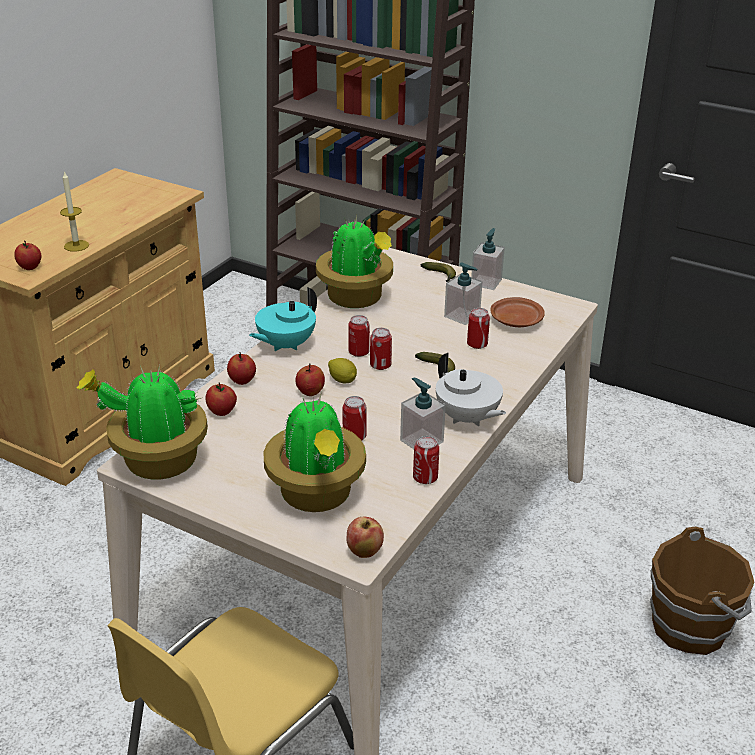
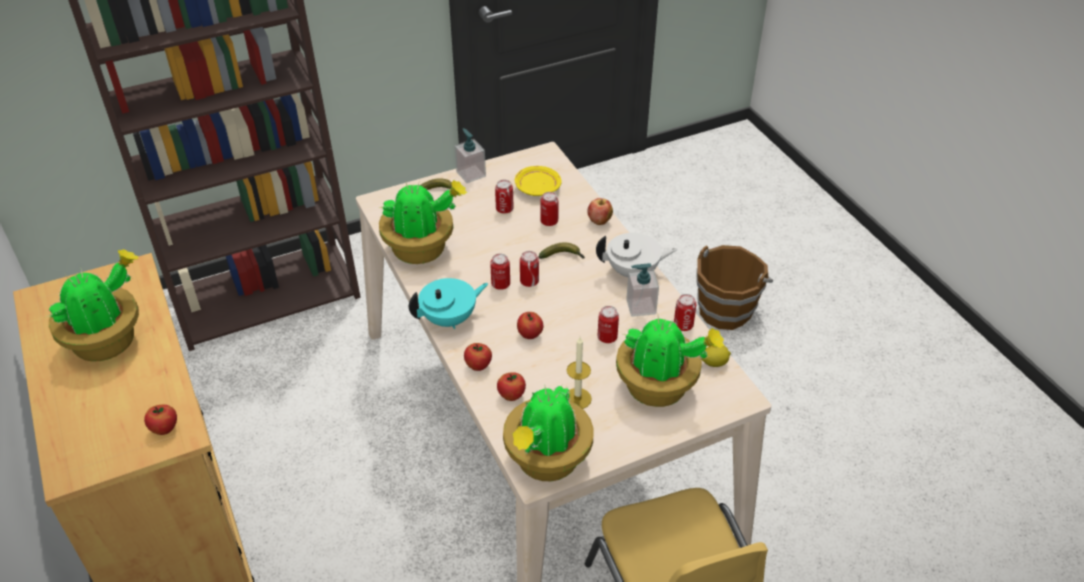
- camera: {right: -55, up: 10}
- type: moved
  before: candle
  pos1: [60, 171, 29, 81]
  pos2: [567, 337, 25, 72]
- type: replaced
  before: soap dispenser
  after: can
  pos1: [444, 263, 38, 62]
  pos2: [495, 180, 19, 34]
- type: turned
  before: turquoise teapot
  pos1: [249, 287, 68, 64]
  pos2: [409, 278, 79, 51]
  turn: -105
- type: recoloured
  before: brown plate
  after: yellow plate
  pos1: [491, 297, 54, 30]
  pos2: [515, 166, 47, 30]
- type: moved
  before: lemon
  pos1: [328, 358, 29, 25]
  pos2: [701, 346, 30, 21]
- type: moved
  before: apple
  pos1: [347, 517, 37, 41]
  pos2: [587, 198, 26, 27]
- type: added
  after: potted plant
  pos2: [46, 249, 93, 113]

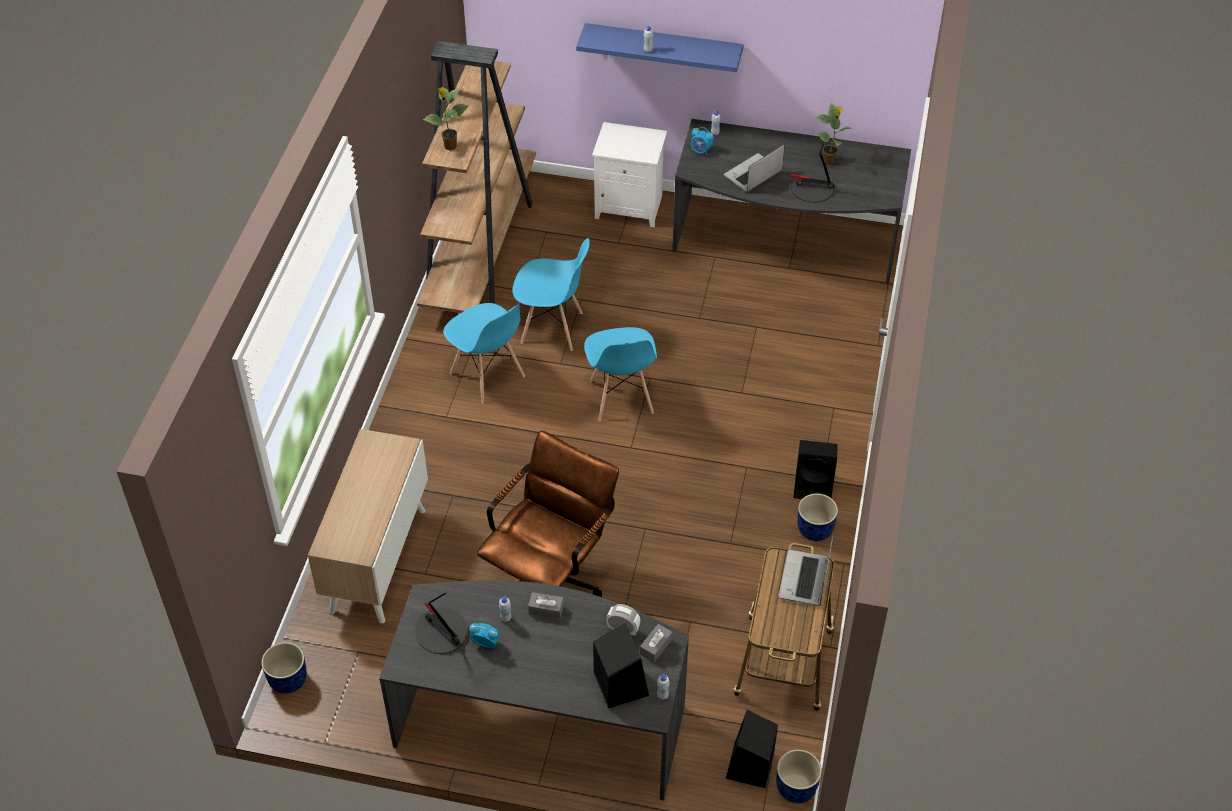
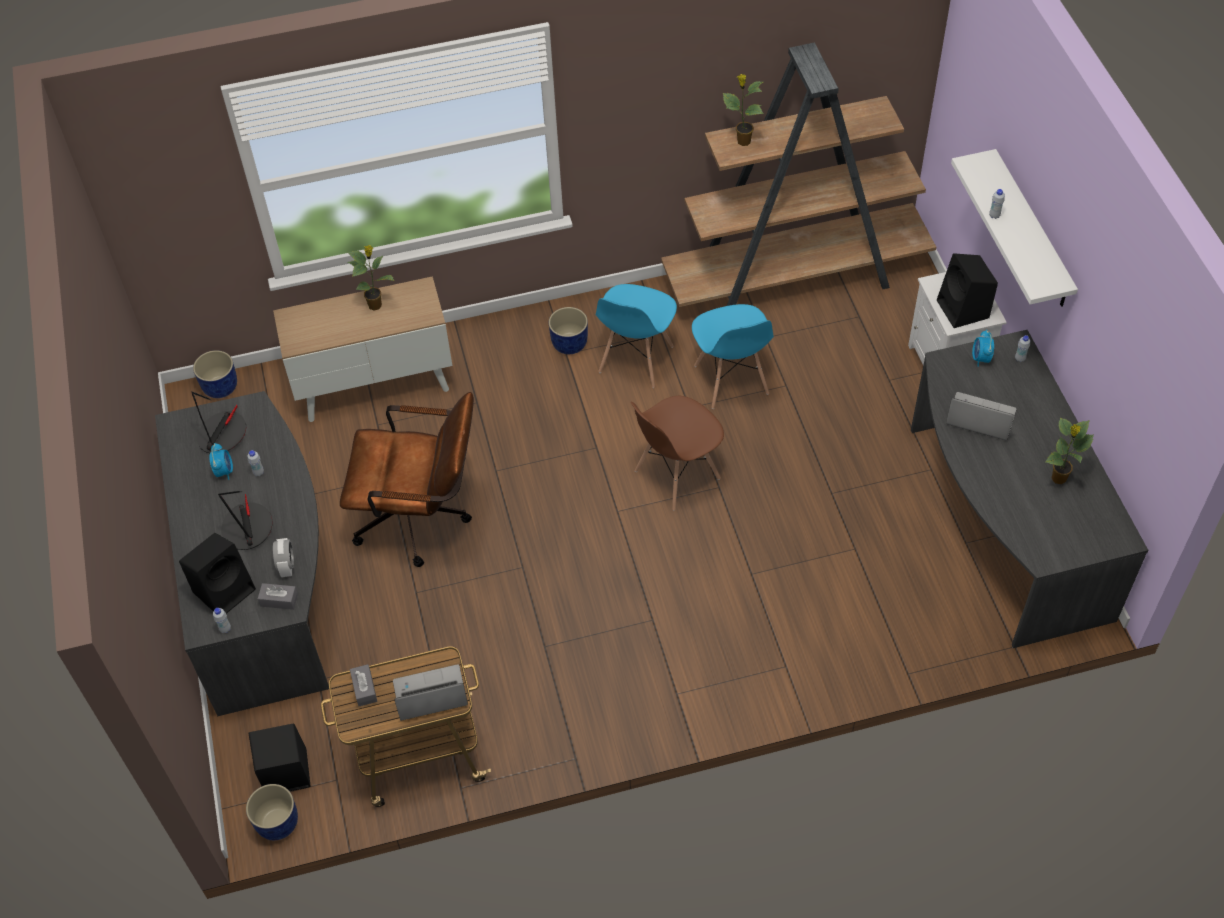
- camera: {right: 65, up: 5}
- type: recoloured
  before: blue shelf
  after: white shelf
  pos1: [576, 23, 168, 49]
  pos2: [951, 149, 127, 158]
- type: moved
  before: table lamp
  pos1: [791, 144, 44, 59]
  pos2: [218, 491, 54, 59]
- type: recoloured
  before: blue chair
  after: brown chair
  pos1: [584, 327, 73, 95]
  pos2: [631, 396, 93, 114]
- type: moved
  before: black speaker
  pos1: [794, 440, 44, 59]
  pos2: [937, 253, 61, 75]
- type: moved
  before: blue planter
  pos1: [797, 493, 41, 48]
  pos2: [549, 307, 39, 47]
- type: moved
  before: grey tissue box
  pos1: [528, 592, 36, 27]
  pos2: [350, 664, 27, 42]
- type: added
  after: potted plant
  pos2: [347, 245, 47, 66]

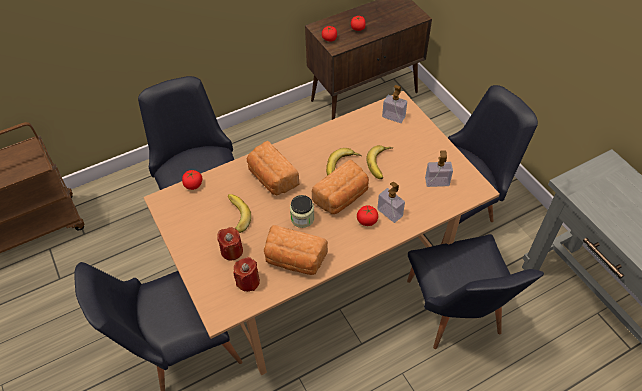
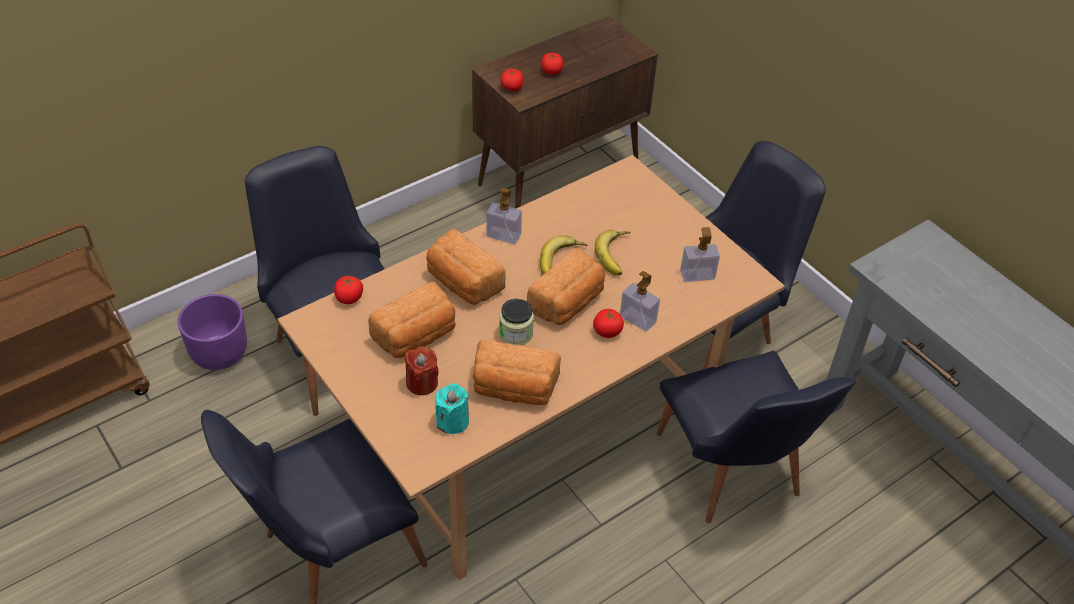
- camera: {right: -10, up: -5}
- type: moved
  before: soap dispenser
  pos1: [382, 85, 25, 38]
  pos2: [486, 188, 36, 56]
- type: replaced
  before: banana
  after: bread
  pos1: [228, 194, 23, 39]
  pos2: [368, 281, 88, 77]
- type: recoloured
  before: red candle
  after: turquoise candle
  pos1: [233, 257, 27, 35]
  pos2: [435, 383, 34, 51]
- type: added
  after: purple planter
  pos2: [178, 294, 69, 76]

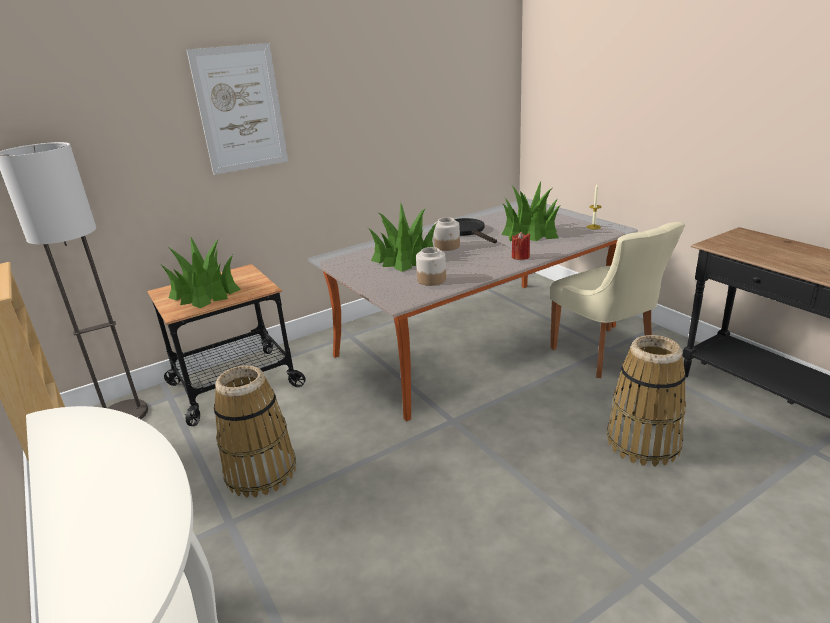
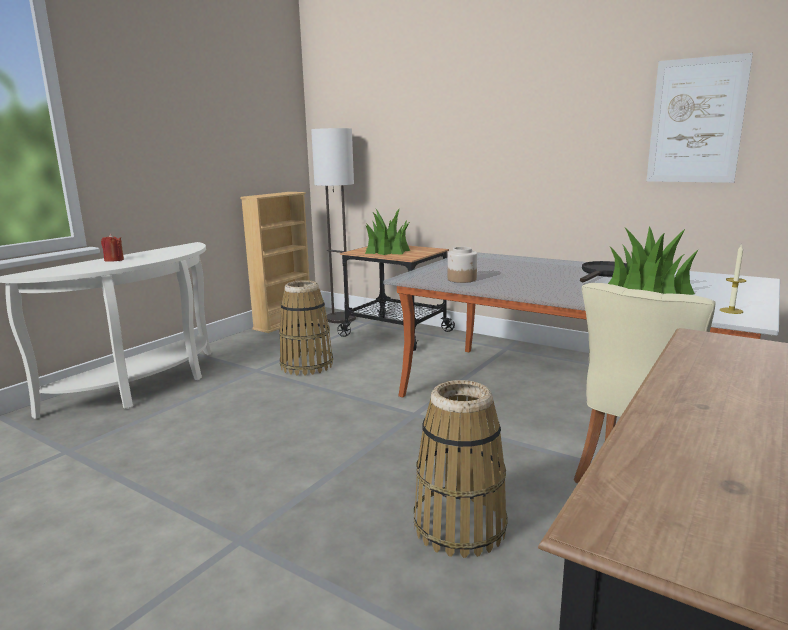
- camera: {right: 65, up: -10}
- type: moved
  before: picture
  pos1: [187, 43, 101, 132]
  pos2: [646, 53, 107, 130]
- type: removed
  before: potted plant
  pos1: [368, 203, 69, 69]
- type: removed
  before: jar
  pos1: [434, 217, 26, 34]
- type: moved
  before: red candle
  pos1: [512, 232, 18, 28]
  pos2: [101, 234, 23, 28]

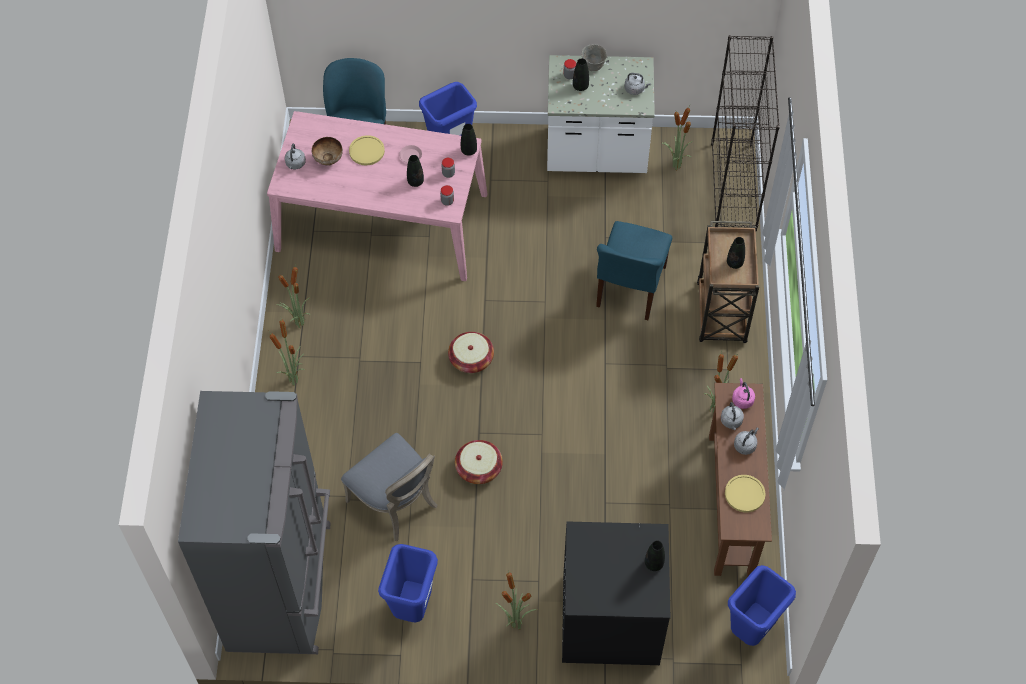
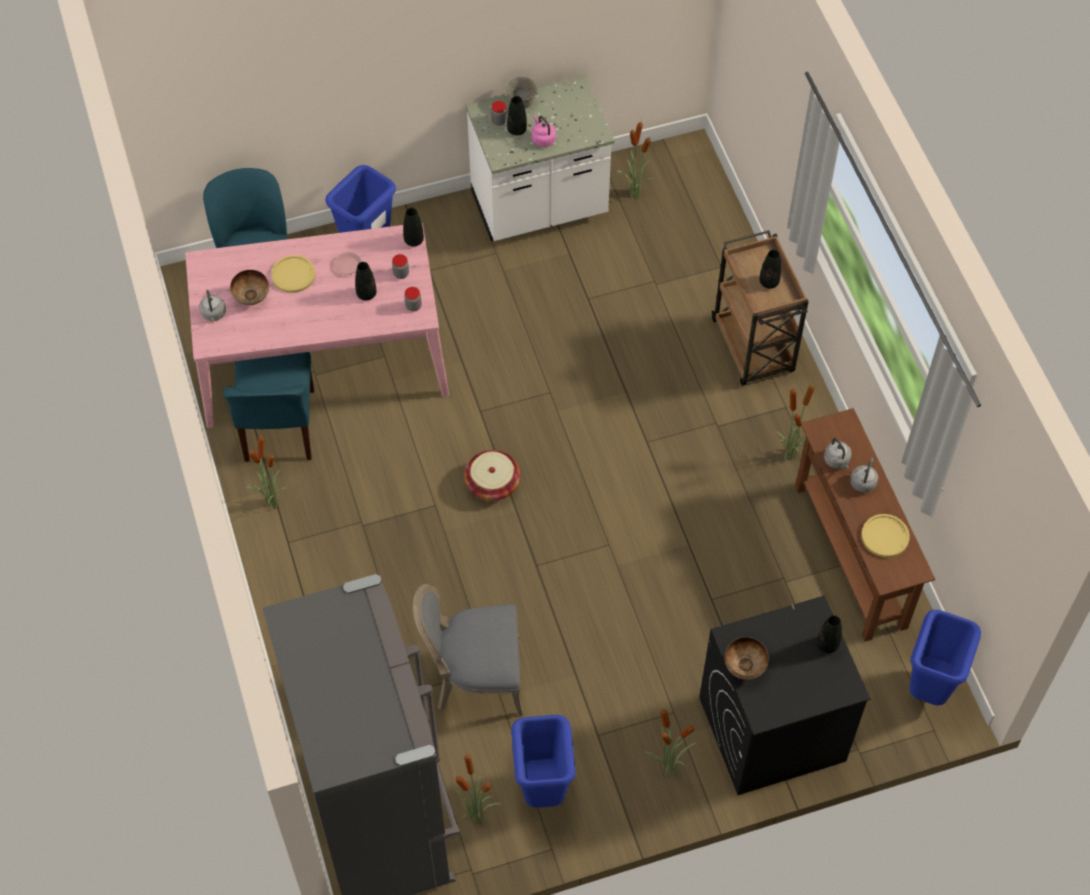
- camera: {right: -20, up: 0}
- type: removed
  before: black bookcase
  pos1: [711, 35, 69, 196]
- type: removed
  before: grey kettle
  pos1: [625, 73, 26, 22]
- type: moved
  before: blue chair
  pos1: [596, 221, 76, 99]
  pos2: [223, 352, 91, 110]
- type: moved
  before: potted plant
  pos1: [270, 319, 35, 67]
  pos2: [453, 752, 49, 72]
- type: moved
  before: pink kettle
  pos1: [732, 378, 23, 31]
  pos2: [531, 116, 25, 31]
- type: turned
  before: grey chair
  pos1: [341, 433, 97, 108]
  pos2: [413, 584, 110, 132]
  turn: 150
- type: removed
  before: basket
  pos1: [455, 440, 48, 44]
- type: added
  after: bowl
  pos2: [725, 637, 44, 43]

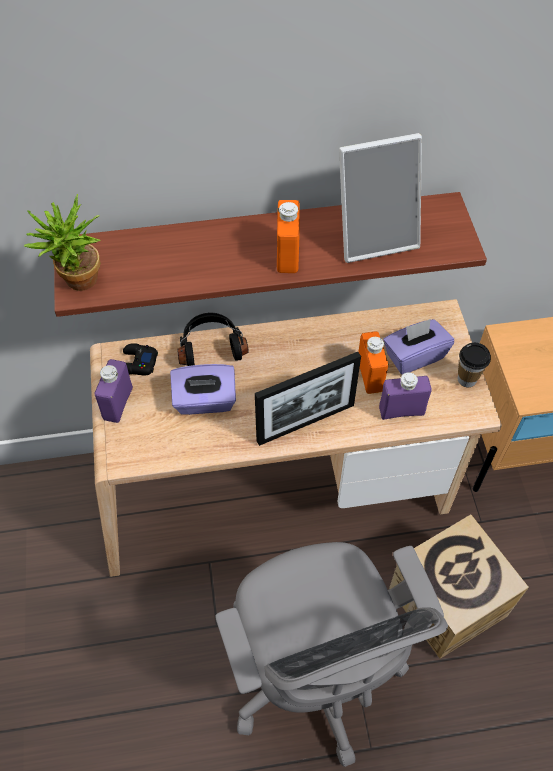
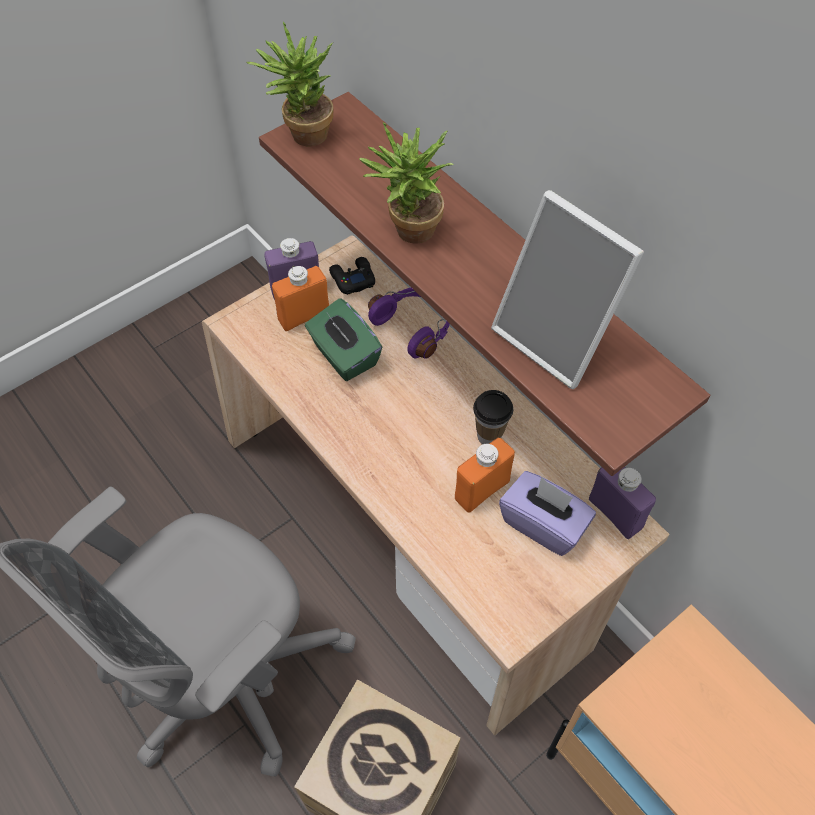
- camera: {right: 60, up: 0}
- type: moved
  before: orange bottle
  pos1: [277, 200, 23, 73]
  pos2: [272, 266, 57, 65]
- type: recoloured
  before: black headphones
  after: purple headphones
  pos1: [177, 312, 72, 54]
  pos2: [368, 288, 82, 71]
- type: moved
  before: cup
  pos1: [458, 343, 33, 44]
  pos2: [473, 390, 40, 54]
- type: removed
  before: picture frame
  pos1: [255, 352, 106, 94]
- type: recoloured
  before: purple tissue box
  after: green tissue box
  pos1: [170, 364, 66, 51]
  pos2: [305, 298, 77, 83]
- type: moved
  before: purple bottle
  pos1: [379, 372, 53, 48]
  pos2: [589, 467, 67, 72]
- type: added
  after: potted plant
  pos2: [359, 122, 94, 121]

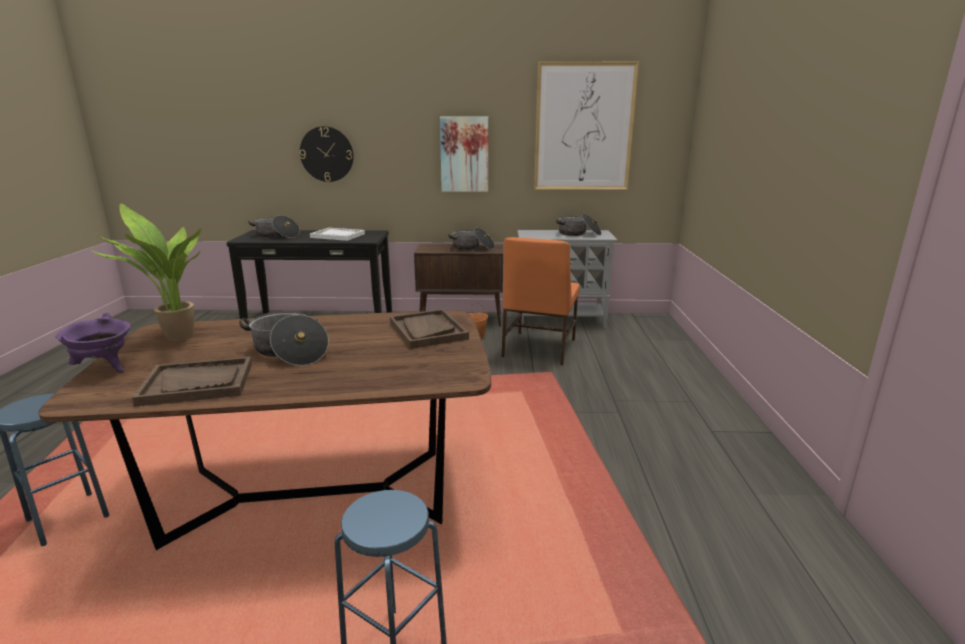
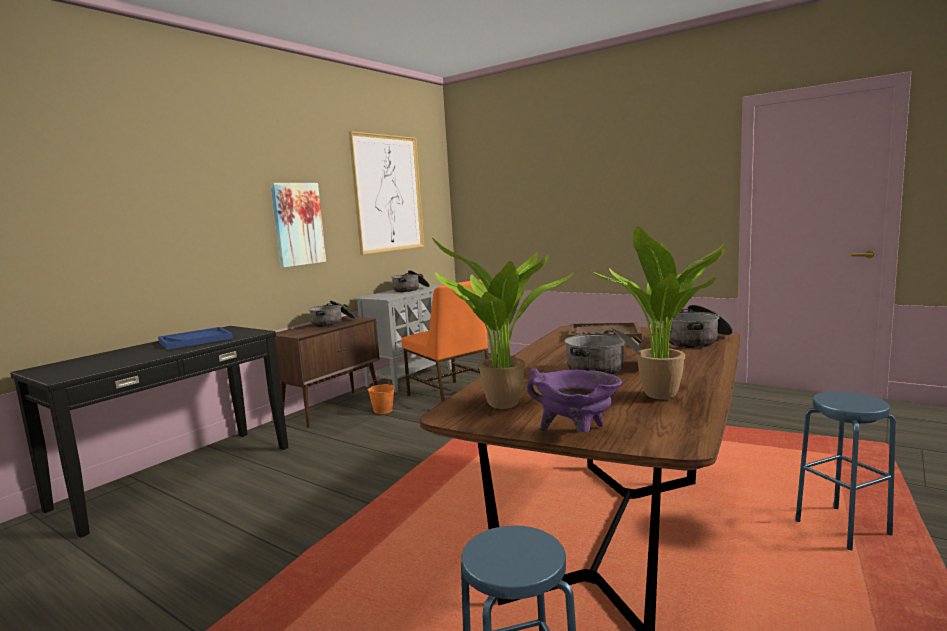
- camera: {right: -55, up: -10}
- type: removed
  before: wall clock
  pos1: [299, 126, 54, 56]
- type: moved
  before: cooking pot
  pos1: [248, 215, 52, 23]
  pos2: [669, 305, 64, 43]
- type: recoloured
  before: white tray
  after: blue tray
  pos1: [310, 228, 55, 13]
  pos2: [158, 327, 75, 23]
- type: replaced
  before: brown tray
  after: potted plant
  pos1: [132, 357, 120, 50]
  pos2: [588, 226, 137, 173]

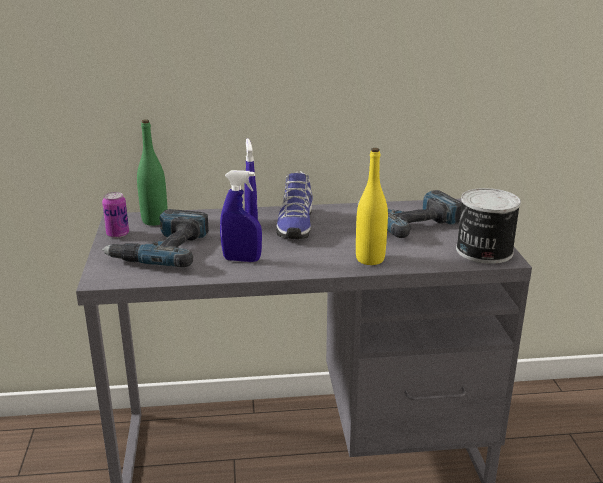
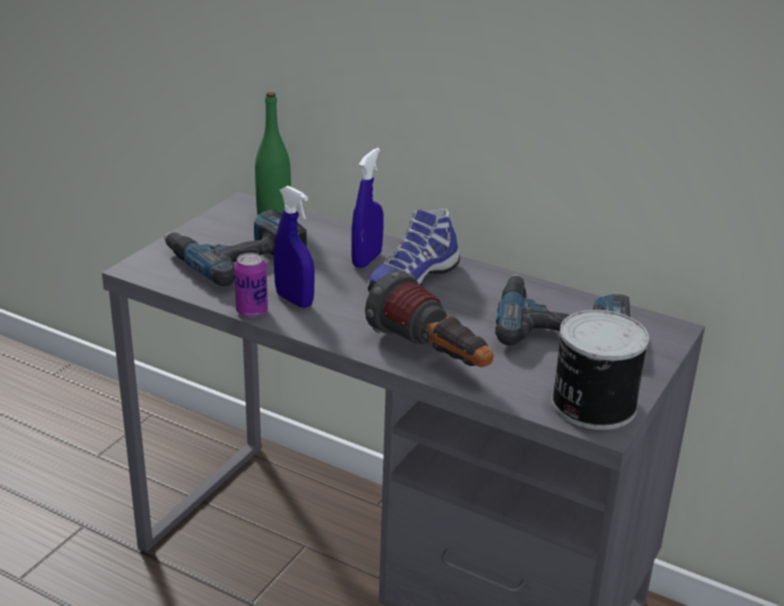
- camera: {right: 35, up: 5}
- type: replaced
  before: yellow bottle
  after: flashlight
  pos1: [356, 148, 32, 117]
  pos2: [365, 270, 128, 98]
- type: moved
  before: can
  pos1: [102, 192, 27, 46]
  pos2: [234, 253, 34, 65]

